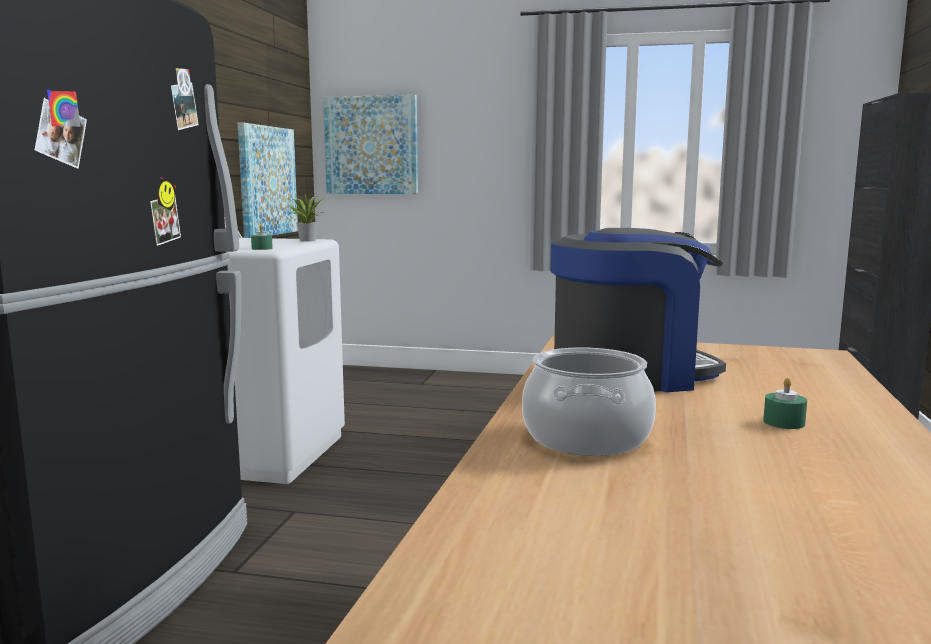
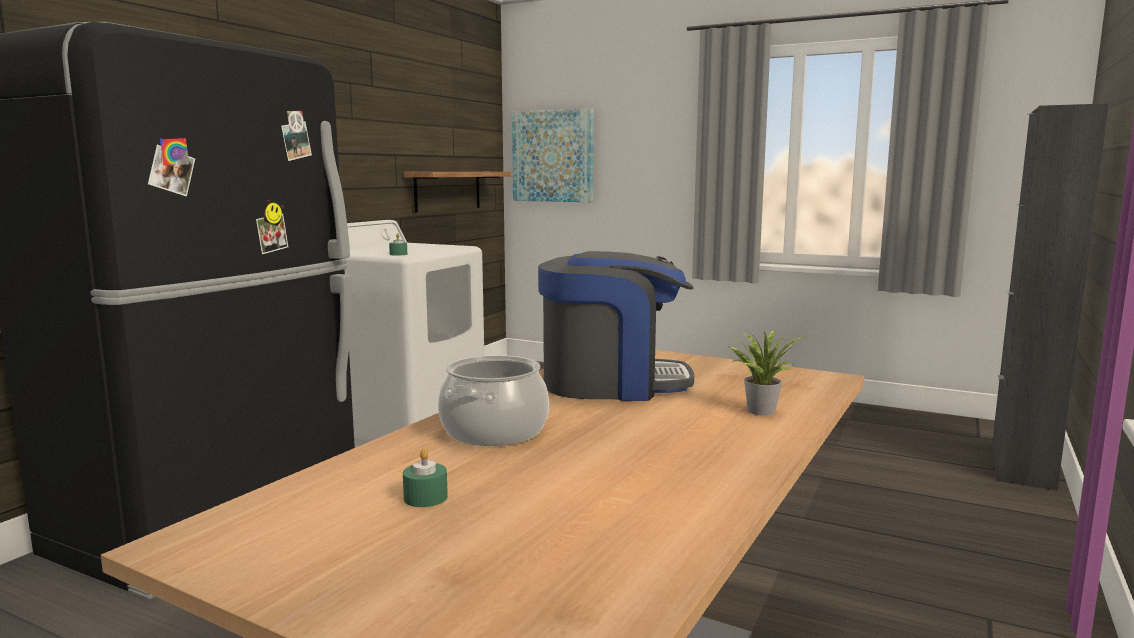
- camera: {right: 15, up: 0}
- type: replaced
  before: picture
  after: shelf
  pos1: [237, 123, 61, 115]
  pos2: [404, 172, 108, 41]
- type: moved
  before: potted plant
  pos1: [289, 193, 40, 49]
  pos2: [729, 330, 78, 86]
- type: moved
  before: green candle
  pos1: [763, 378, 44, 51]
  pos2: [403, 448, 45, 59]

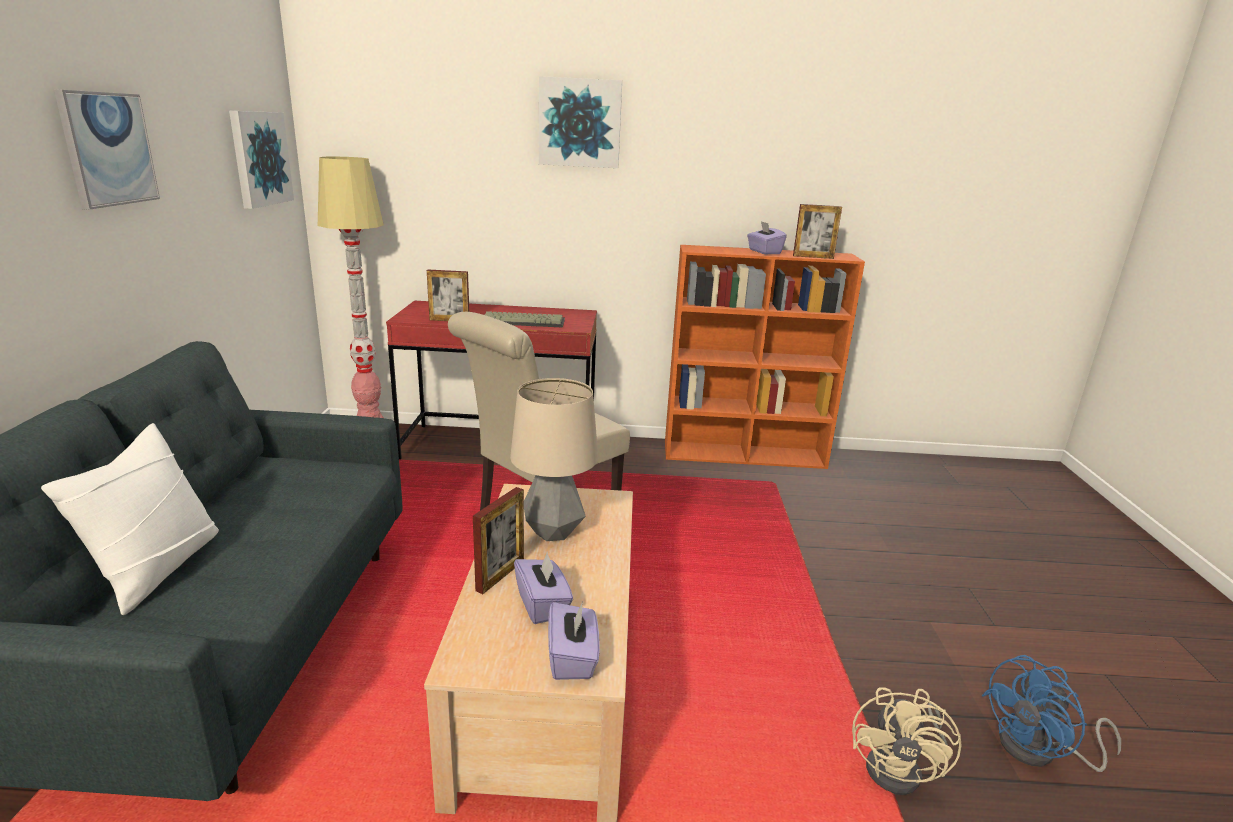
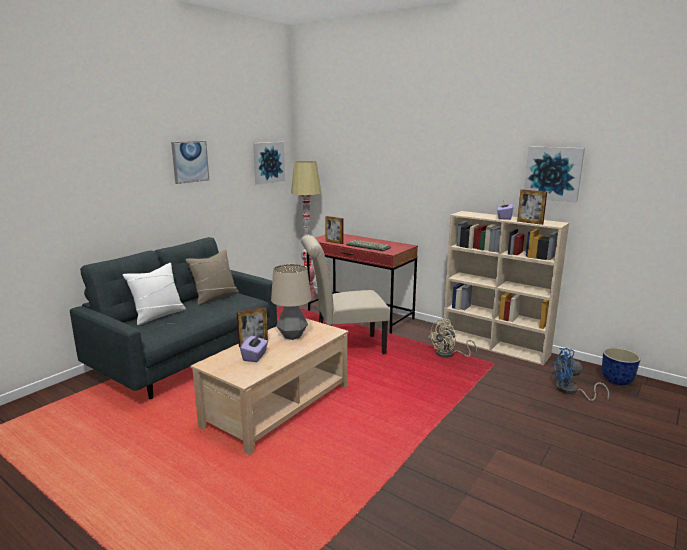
- camera: {right: 35, up: -5}
- type: moved
  before: picture
  pos1: [539, 76, 83, 92]
  pos2: [524, 146, 61, 56]
- type: recoloured
  before: orange bookcase
  after: beige bookcase
  pos1: [665, 245, 200, 224]
  pos2: [443, 211, 126, 154]
- type: removed
  before: purple tissue box
  pos1: [548, 601, 52, 79]
- type: moved
  before: blue fan
  pos1: [982, 655, 139, 117]
  pos2: [552, 348, 57, 53]
- type: moved
  before: beige fan
  pos1: [852, 687, 110, 108]
  pos2: [428, 319, 49, 38]
- type: added
  after: beige pillow
  pos2: [186, 250, 53, 55]
- type: added
  after: planter
  pos2: [602, 348, 39, 37]

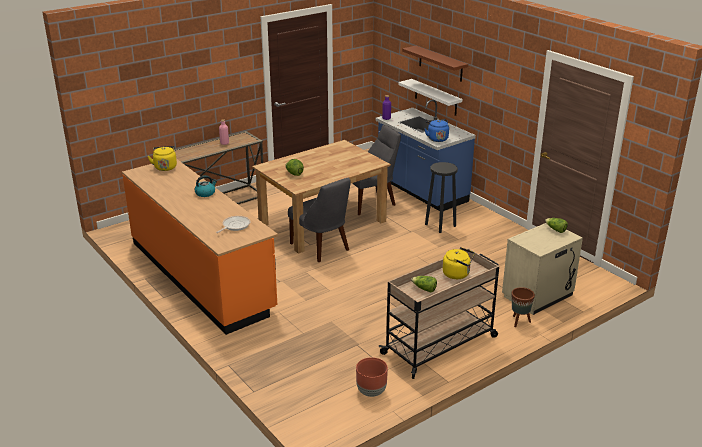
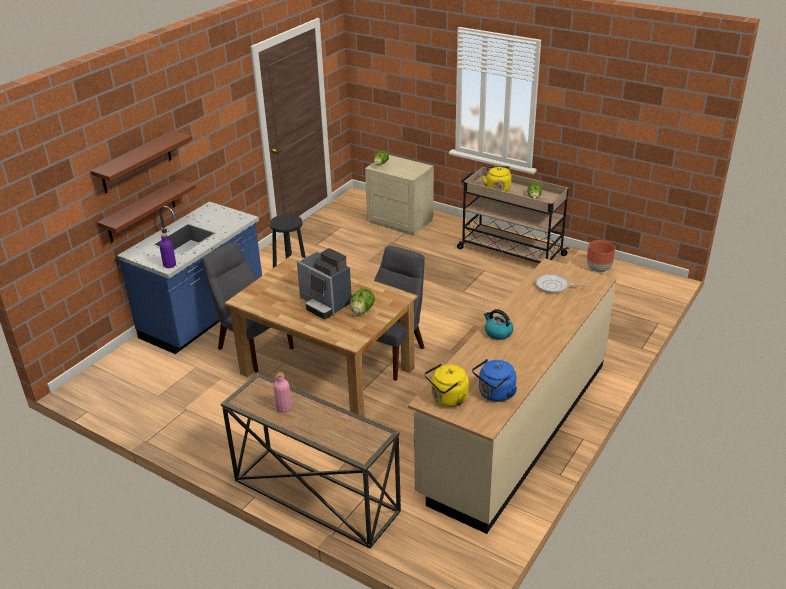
- camera: {right: -110, up: 5}
- type: recoloured
  before: white shelf
  after: brown shelf
  pos1: [398, 79, 64, 37]
  pos2: [97, 179, 99, 64]
- type: moved
  before: blue kettle
  pos1: [425, 119, 24, 23]
  pos2: [472, 359, 45, 43]
- type: recoloured
  before: orange counter
  after: beige counter
  pos1: [122, 159, 156, 176]
  pos2: [408, 258, 208, 276]
- type: removed
  before: brown planter
  pos1: [512, 287, 23, 40]
- type: added
  after: coffee machine
  pos2: [297, 248, 55, 71]

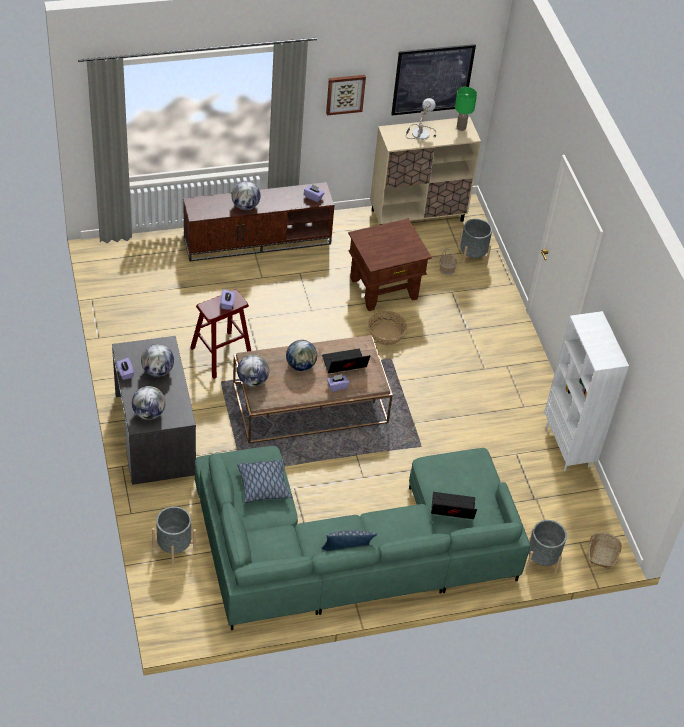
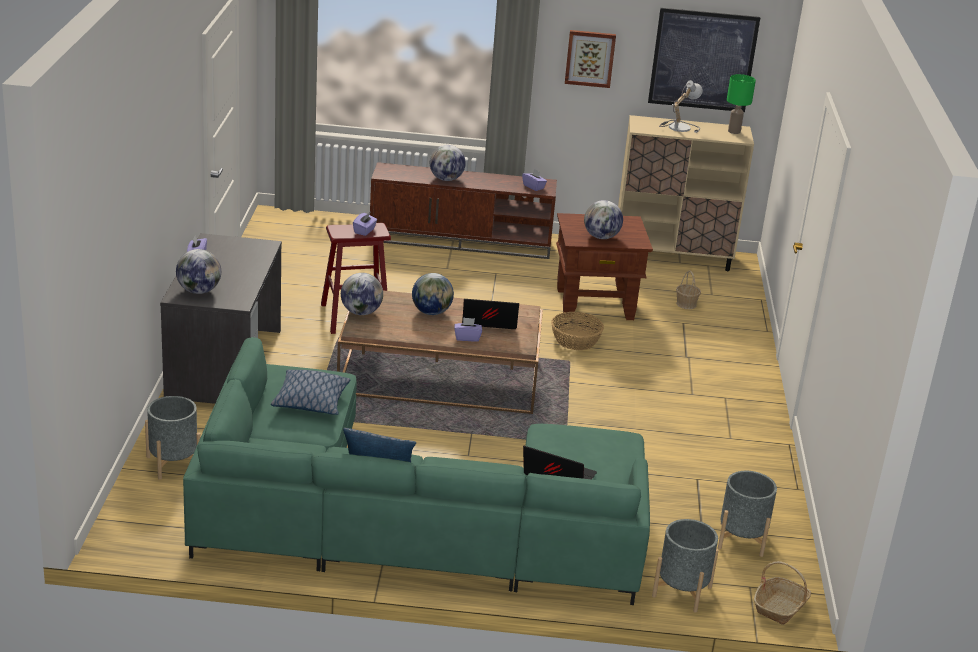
- camera: {right: 20, up: -20}
- type: moved
  before: grey planter
  pos1: [458, 219, 34, 47]
  pos2: [718, 471, 59, 86]
- type: removed
  before: white bookcase
  pos1: [544, 311, 85, 160]
- type: moved
  before: globe
  pos1: [141, 344, 33, 33]
  pos2: [584, 200, 39, 39]

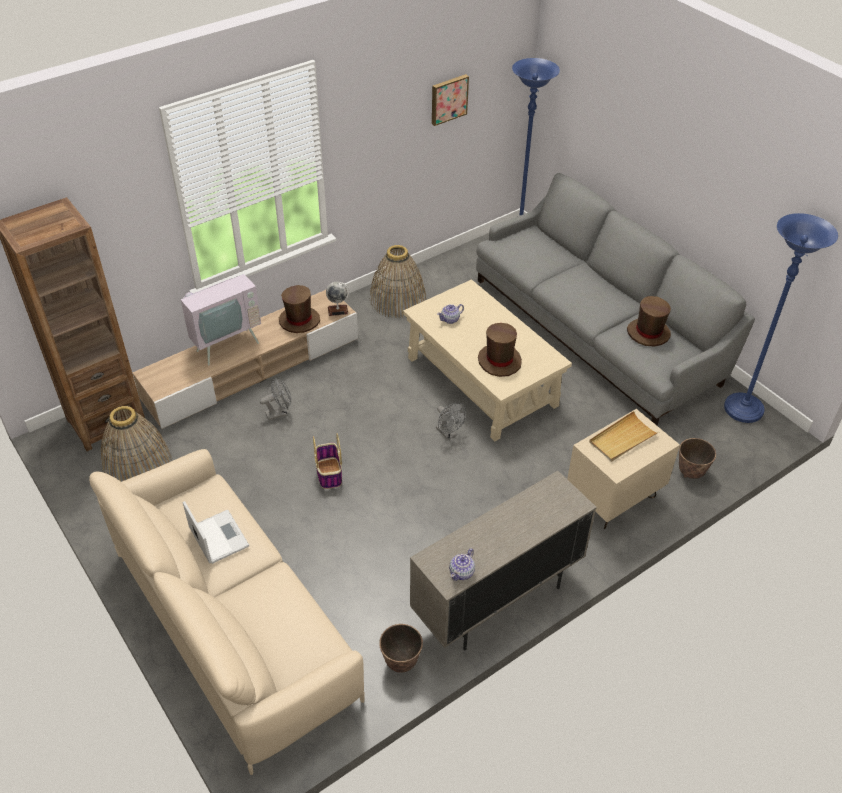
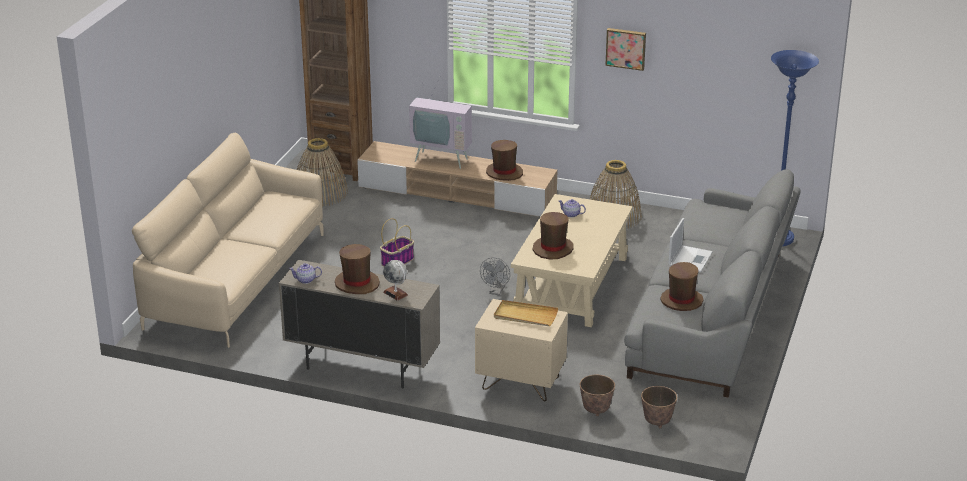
- camera: {right: 55, up: -15}
- type: moved
  before: picture
  pos1: [432, 74, 37, 52]
  pos2: [605, 28, 41, 43]
- type: removed
  before: blue floor lamp
  pos1: [724, 213, 114, 210]
- type: moved
  before: globe
  pos1: [326, 282, 23, 34]
  pos2: [383, 260, 25, 41]
- type: removed
  before: grey fan
  pos1: [260, 378, 31, 42]
- type: moved
  before: laptop
  pos1: [183, 501, 66, 63]
  pos2: [668, 218, 45, 54]
- type: moved
  before: planter
  pos1: [379, 624, 44, 49]
  pos2: [641, 386, 36, 42]
- type: added
  after: brown hat
  pos2: [335, 244, 45, 50]

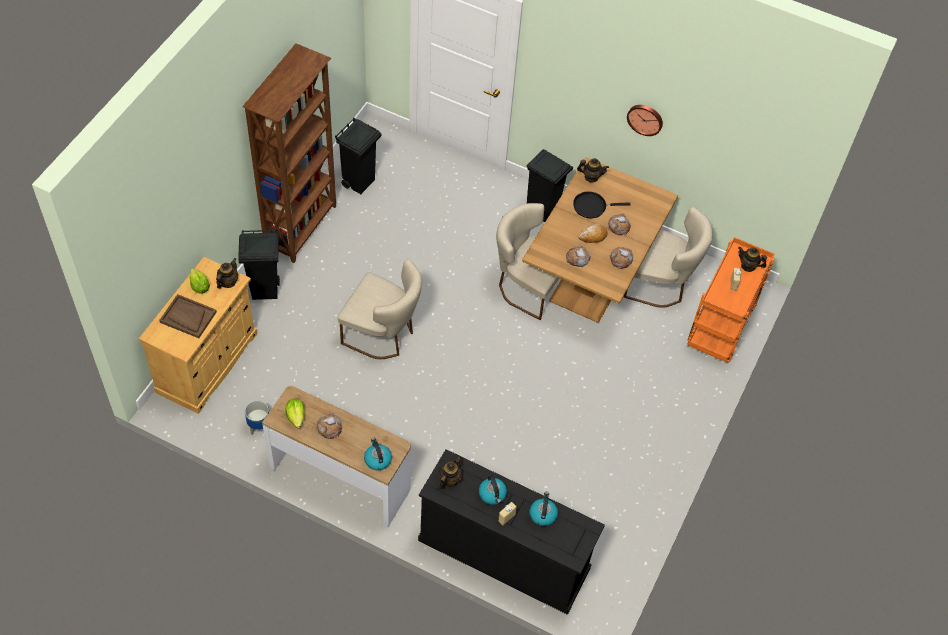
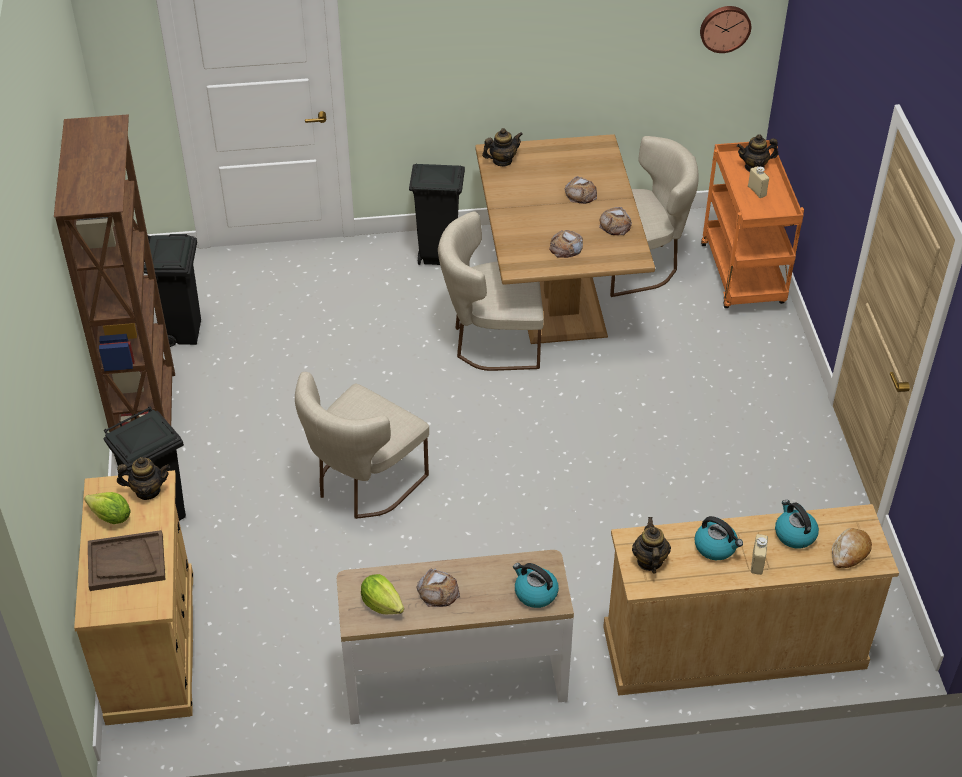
- camera: {right: -30, up: -10}
- type: moved
  before: wall clock
  pos1: [627, 105, 36, 31]
  pos2: [700, 6, 51, 47]
- type: removed
  before: black frying pan
  pos1: [573, 191, 57, 27]
- type: moved
  before: bread
  pos1: [578, 224, 30, 19]
  pos2: [832, 528, 40, 40]
- type: turned
  before: teapot
  pos1: [216, 258, 22, 31]
  pos2: [117, 457, 53, 43]
  turn: 90
- type: turned
  before: beige chair
  pos1: [338, 259, 84, 100]
  pos2: [295, 372, 134, 147]
  turn: 135
- type: removed
  before: planter
  pos1: [245, 400, 24, 35]
- type: recoloured
  before: black dresser
  after: beige dresser
  pos1: [418, 449, 187, 166]
  pos2: [603, 504, 296, 192]

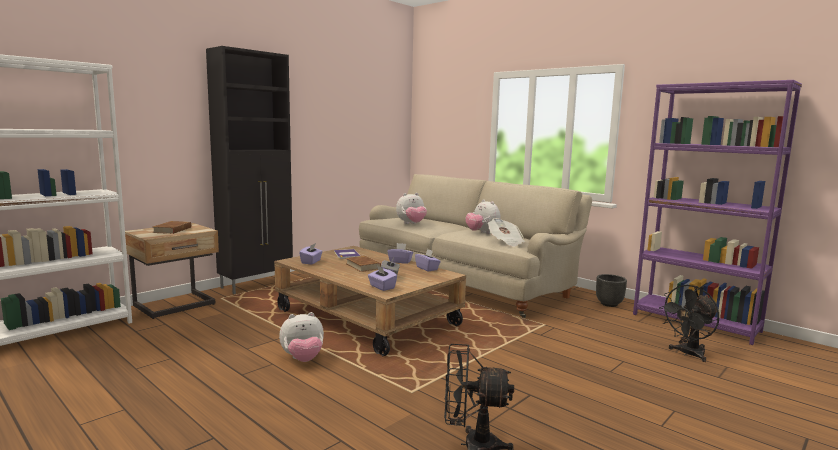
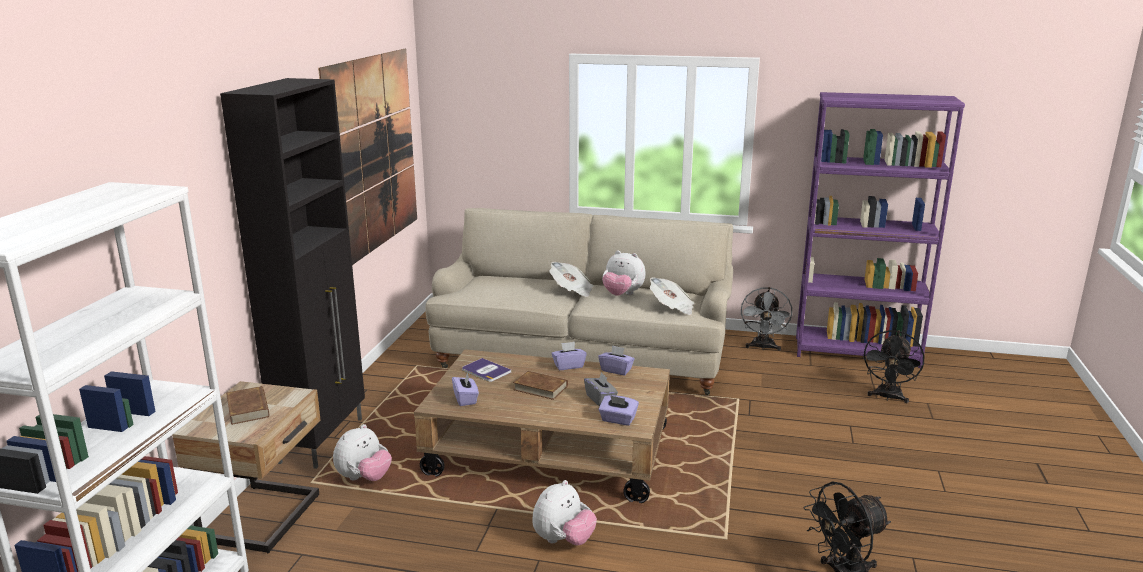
- camera: {right: -30, up: 10}
- type: moved
  before: plush toy
  pos1: [396, 193, 31, 31]
  pos2: [333, 424, 59, 57]
- type: replaced
  before: black planter
  after: grey fan
  pos1: [596, 274, 31, 33]
  pos2: [741, 287, 51, 64]
- type: added
  after: picture
  pos2: [318, 48, 99, 217]
- type: added
  after: newspaper
  pos2: [549, 261, 45, 36]

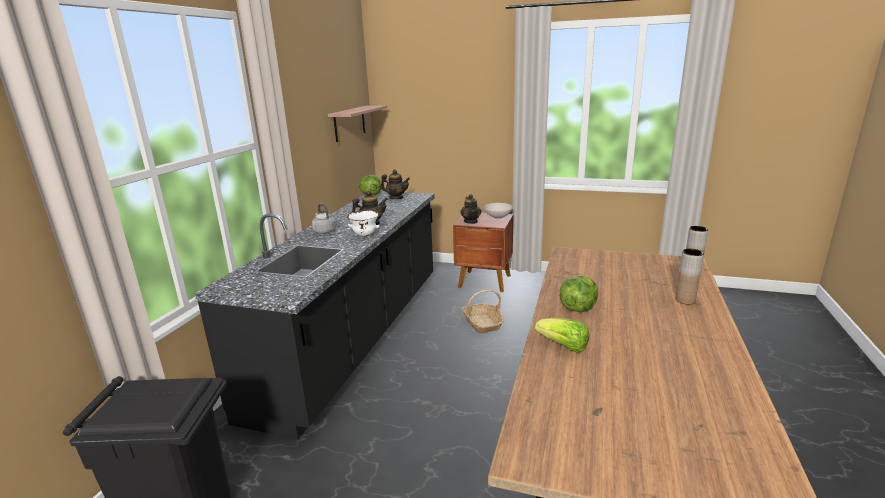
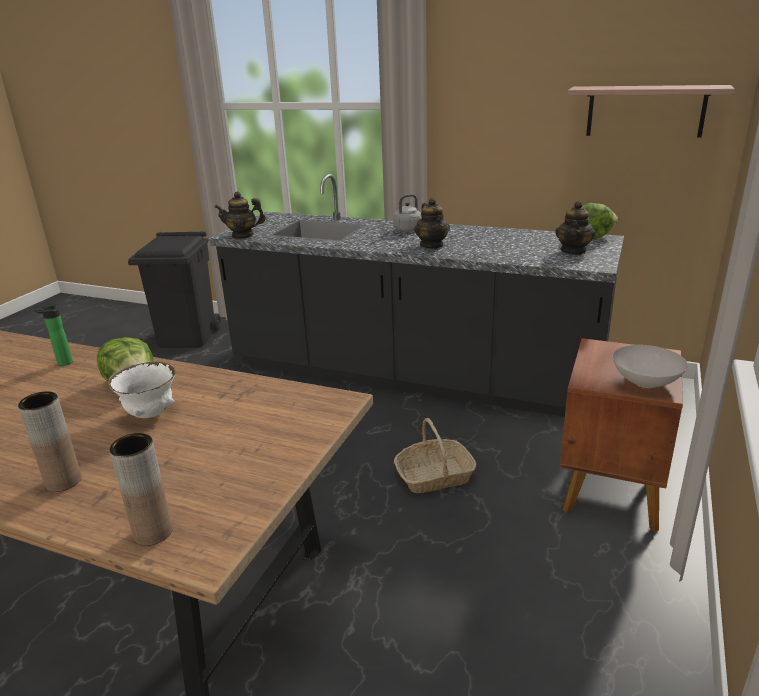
- camera: {right: 95, up: 5}
- type: moved
  before: teapot
  pos1: [460, 194, 21, 30]
  pos2: [215, 192, 51, 47]
- type: moved
  before: white bowl
  pos1: [347, 210, 33, 26]
  pos2: [108, 362, 67, 56]
- type: replaced
  before: lettuce
  after: bottle
  pos1: [535, 318, 54, 35]
  pos2: [34, 303, 39, 63]

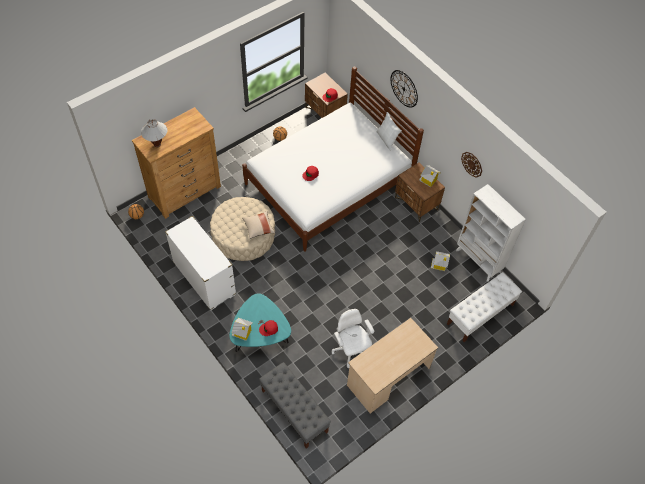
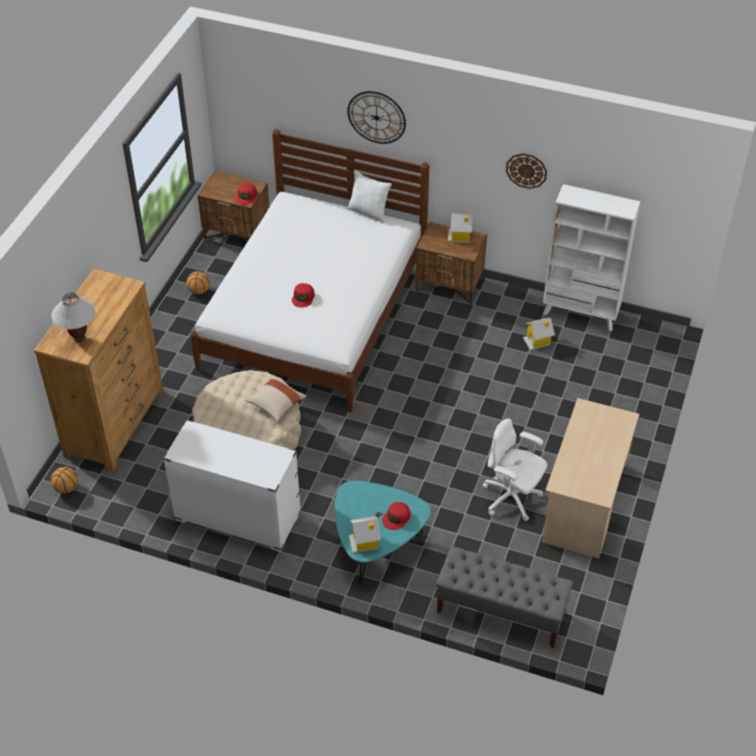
- camera: {right: -30, up: -10}
- type: removed
  before: white bench
  pos1: [447, 272, 75, 70]

